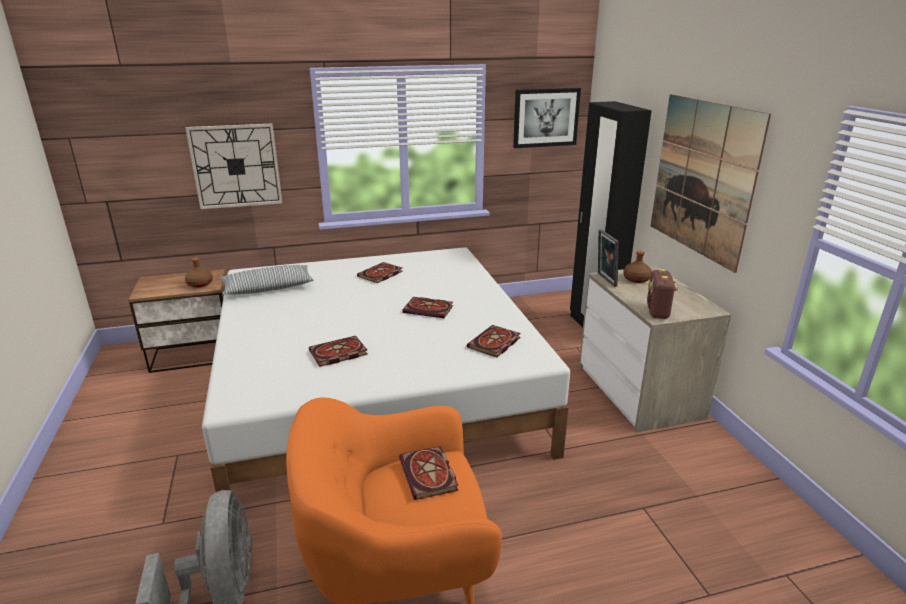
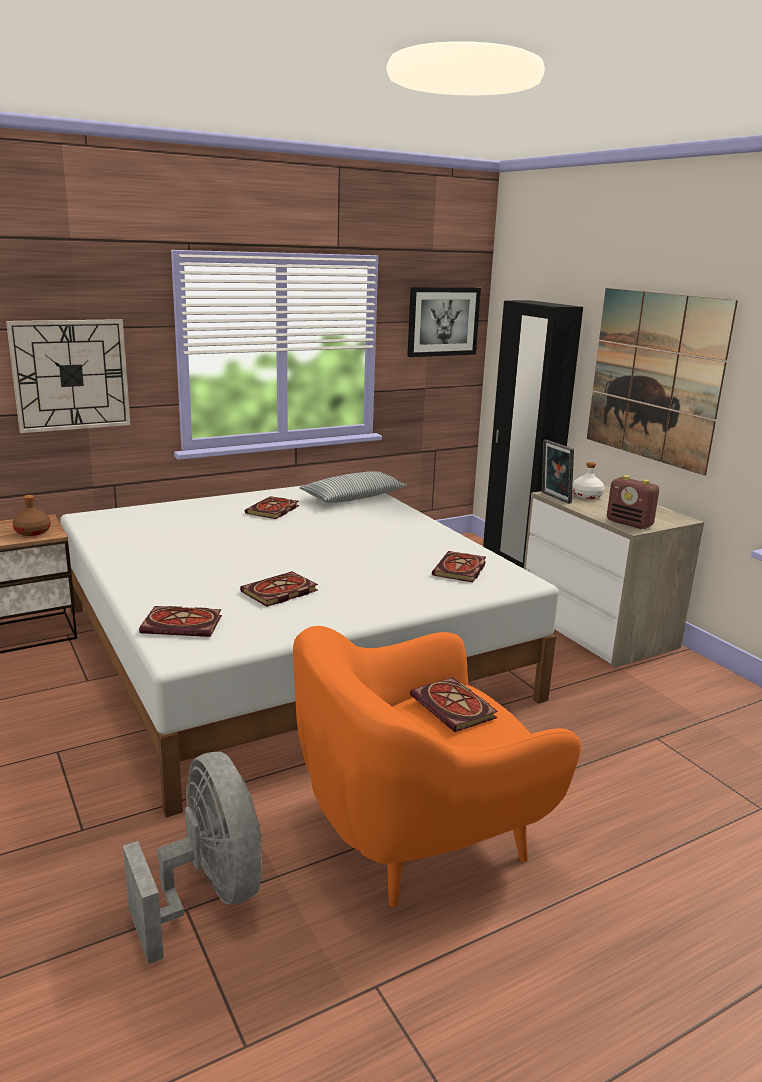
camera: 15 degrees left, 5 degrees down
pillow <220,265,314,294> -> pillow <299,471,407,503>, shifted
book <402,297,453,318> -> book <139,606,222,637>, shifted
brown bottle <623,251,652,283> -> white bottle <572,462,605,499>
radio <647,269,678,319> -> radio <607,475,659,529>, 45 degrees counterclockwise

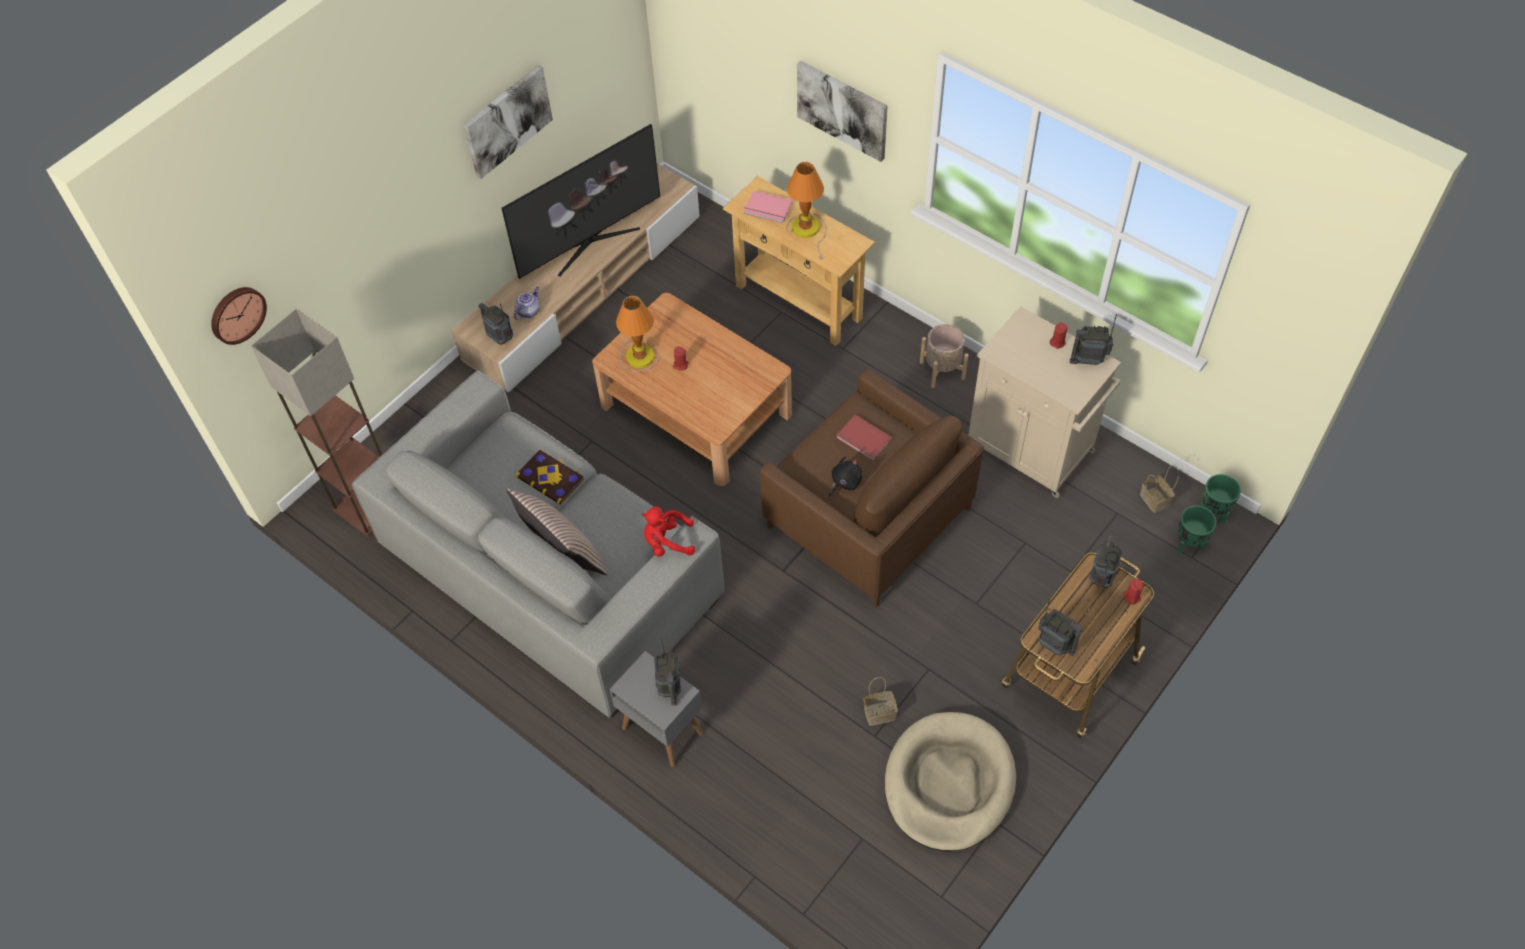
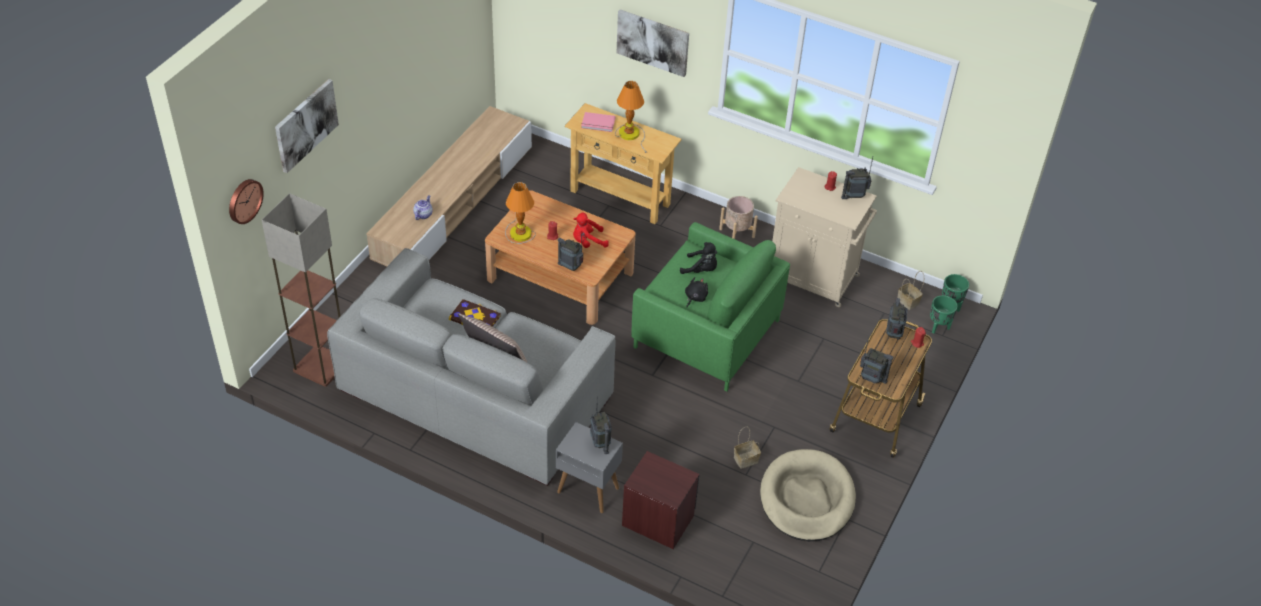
camera: 15 degrees left, 10 degrees down
picture <463,65,553,179> -> picture <275,79,339,173>, shifted
radio <479,303,513,345> -> radio <558,234,583,271>, shifted
television <502,124,660,279> -> none
red plush toy <641,506,695,557> -> red plush toy <573,213,609,248>, shifted
brown armchair <760,369,984,608> -> green armchair <631,222,790,392>
red book <836,415,892,461> -> black plush toy <680,242,717,274>
none -> brown nightstand <622,451,699,549>

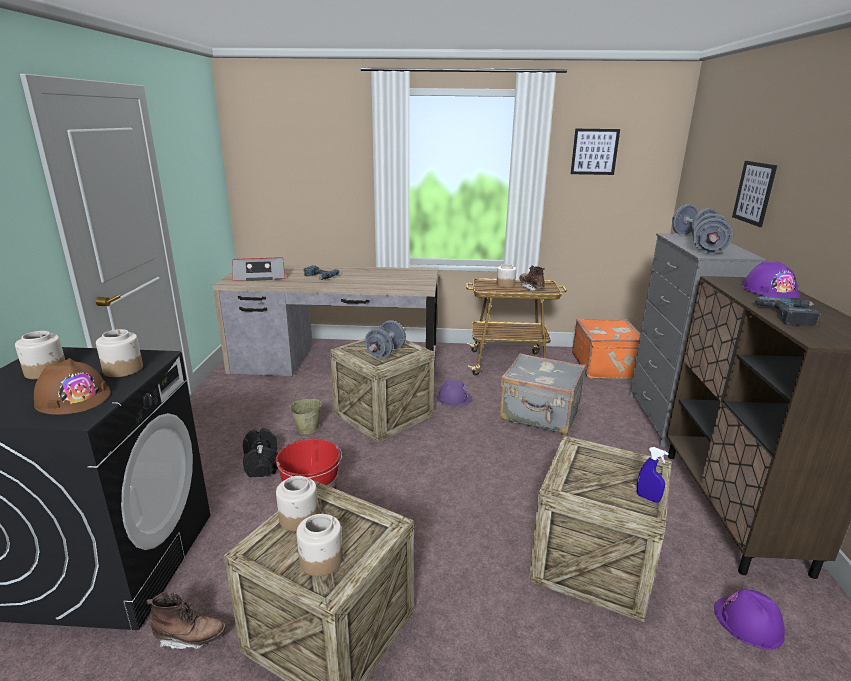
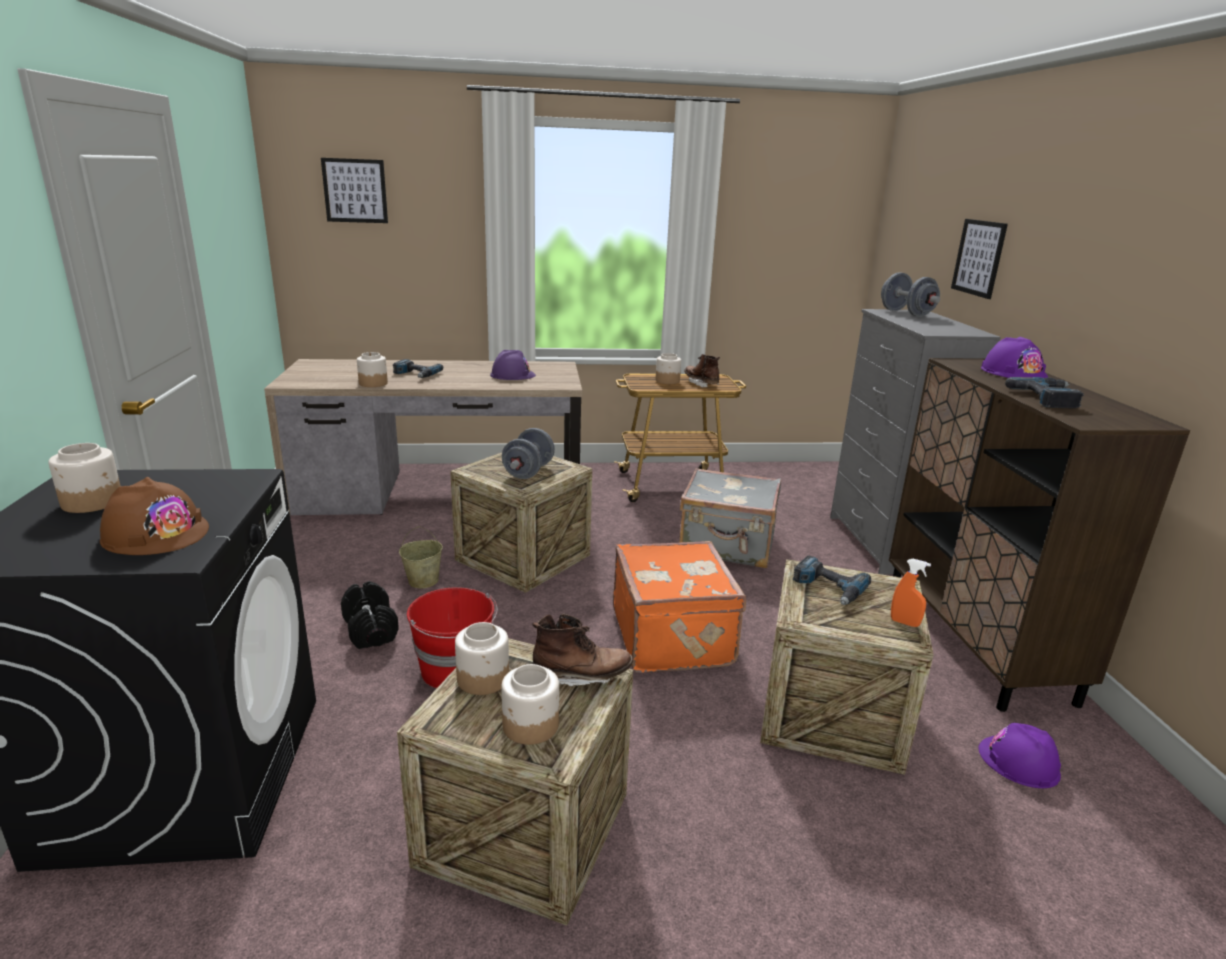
camera: 10 degrees left, 0 degrees up
jar <96,329,143,377> -> jar <357,352,388,387>, shifted
brown boot <147,591,226,650> -> brown boot <532,614,633,686>, shifted
radio <233,257,285,281> -> none
purple hard hat <437,380,473,406> -> purple hard hat <490,350,536,380>, shifted
picture <570,129,620,175> -> picture <321,158,388,223>, shifted
orange suitcase <572,319,640,379> -> orange suitcase <613,541,746,673>, shifted
blue spray bottle <637,447,669,503> -> orange spray bottle <891,559,931,627>
grey dumbbell <693,214,733,254> -> none
none -> power drill <793,556,871,605>

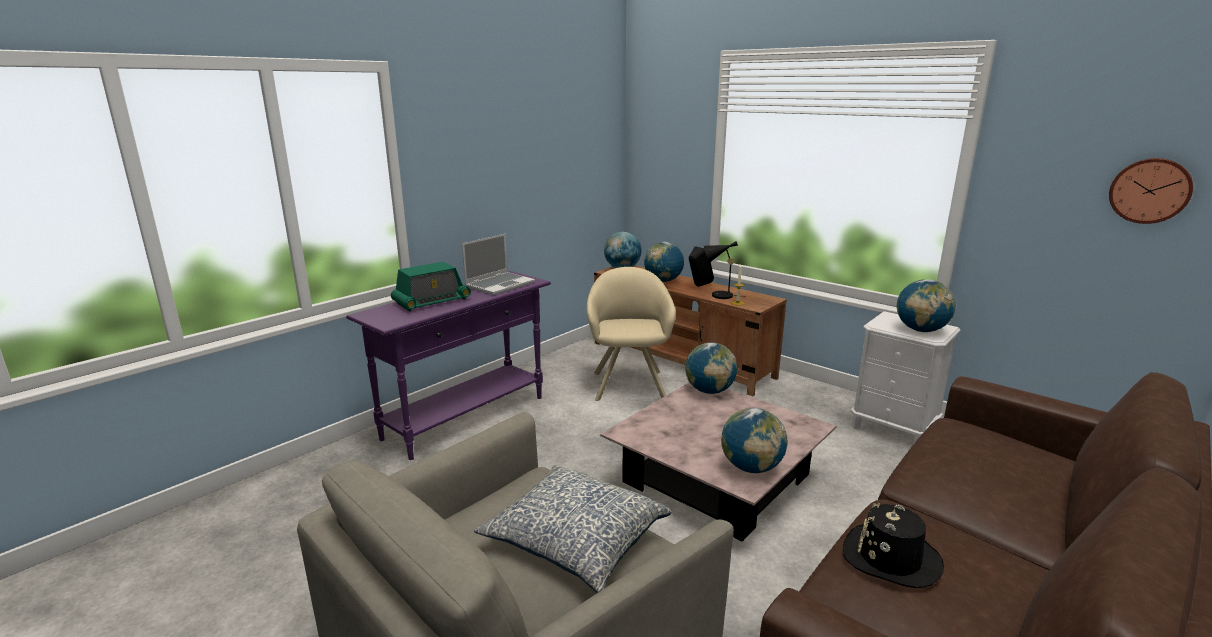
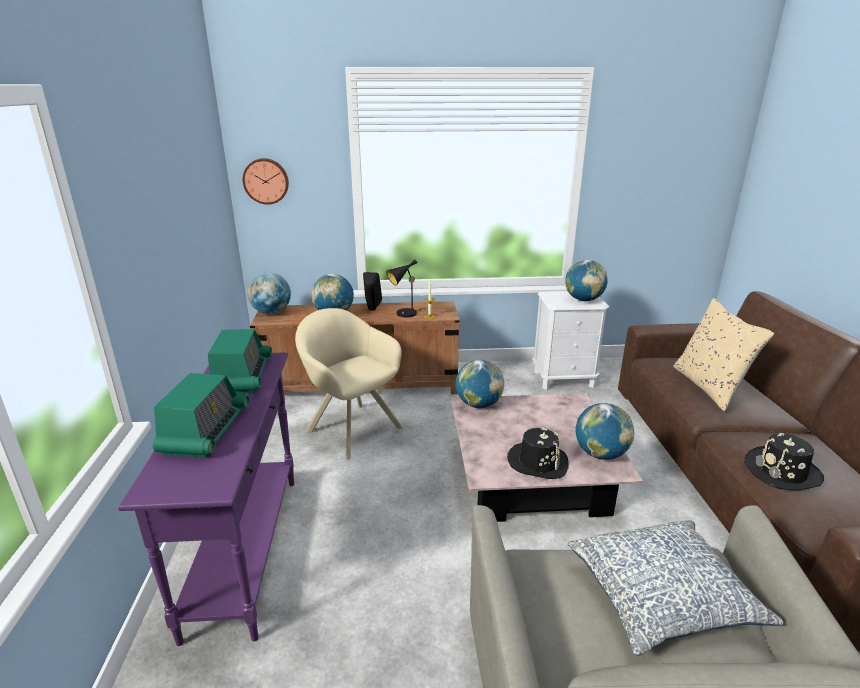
camera: 45 degrees left, 5 degrees up
laptop <462,234,535,295> -> radio <208,329,272,394>
wall clock <1109,158,1193,224> -> wall clock <243,158,289,205>, shifted
none -> black hat <507,427,569,479>
none -> beige pillow <673,298,774,411>

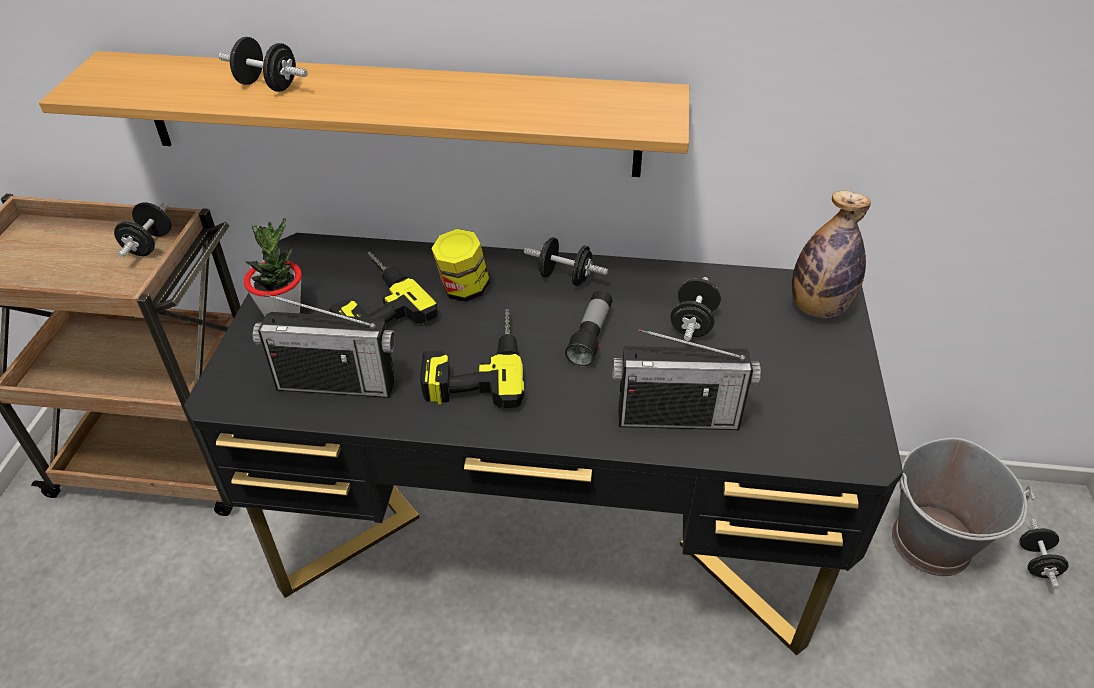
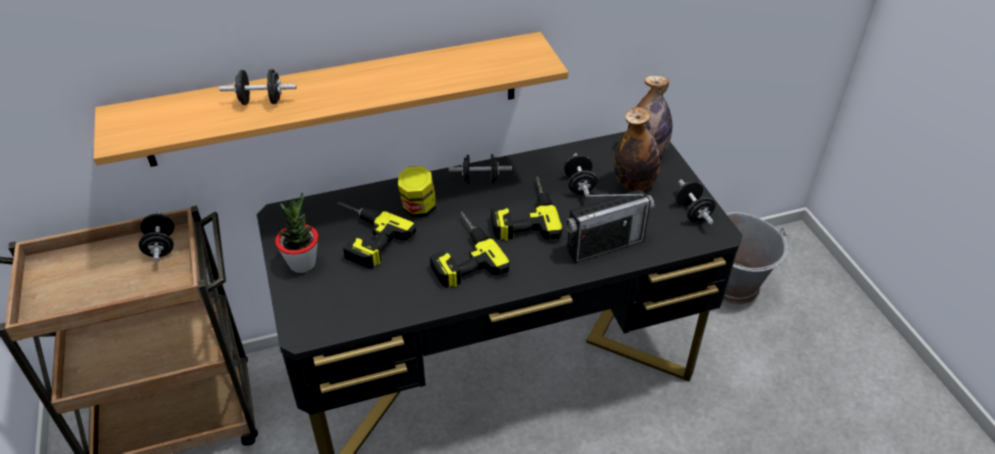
camera: 25 degrees left, 0 degrees up
radio <253,294,395,398> -> none
flashlight <565,291,612,367> -> power drill <491,176,563,241>
black dumbbell <1019,519,1069,589> -> black dumbbell <675,180,715,224>, shifted
none -> bottle <614,107,660,191>

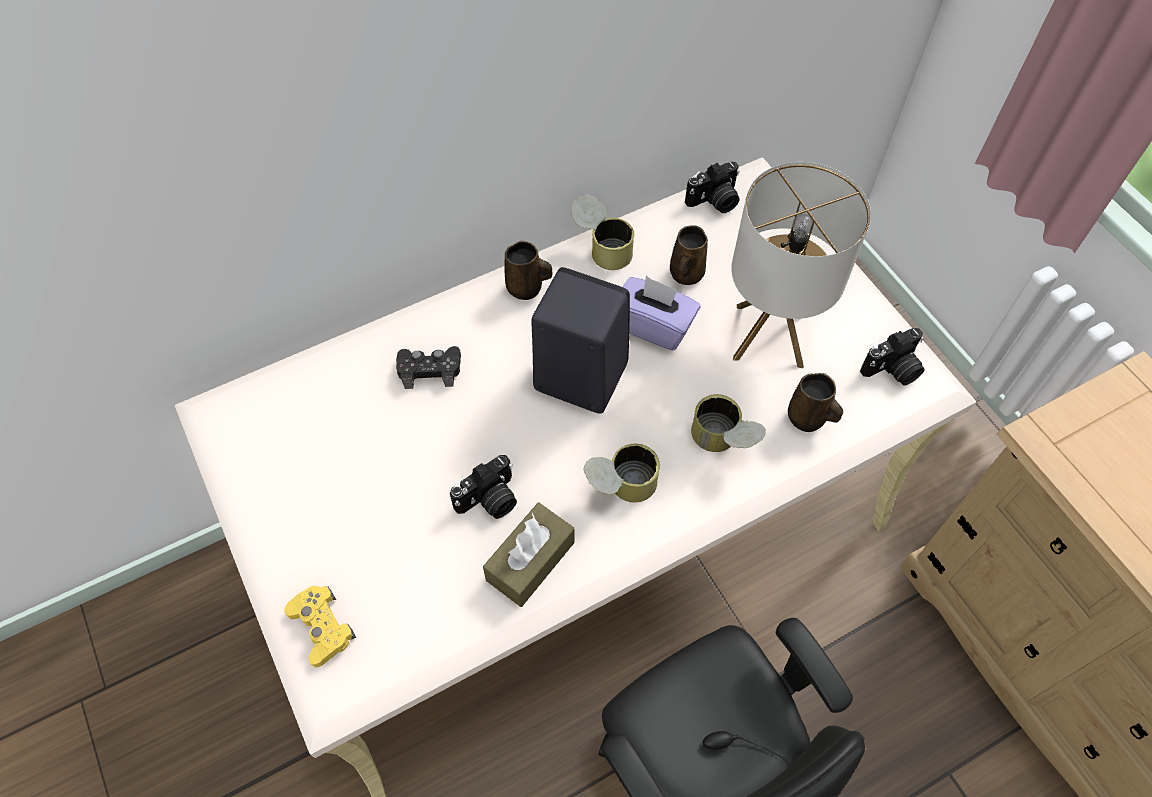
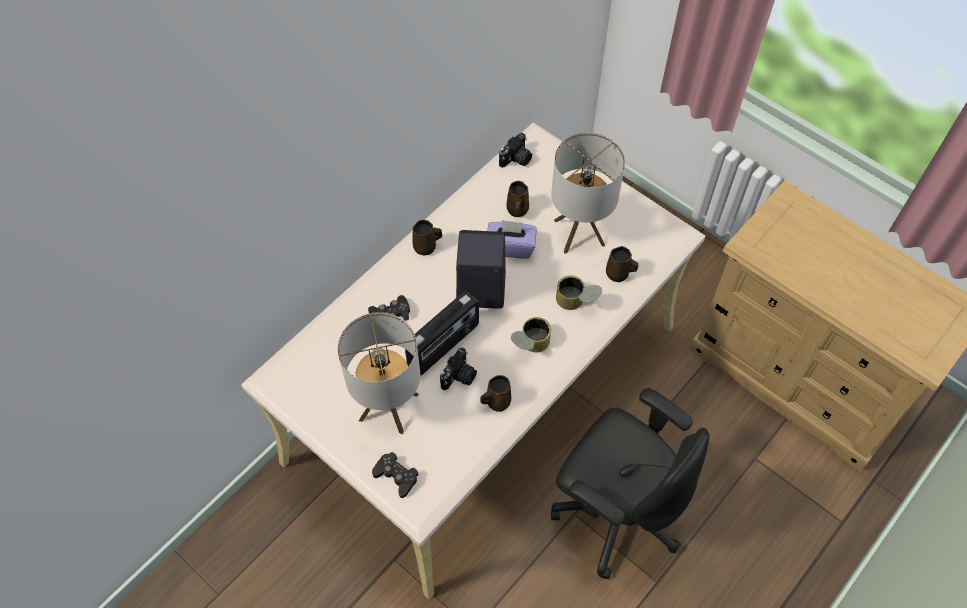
camera: 20 degrees left, 0 degrees up
yellow game controller <284,586,356,668> -> black game controller <372,452,419,498>
brown tissue box <483,503,574,607> -> brown mug <480,375,511,412>
can <571,195,634,270> -> none
photo camera <860,328,925,386> -> none
none -> table lamp <338,312,420,434>
none -> radio <405,291,479,376>

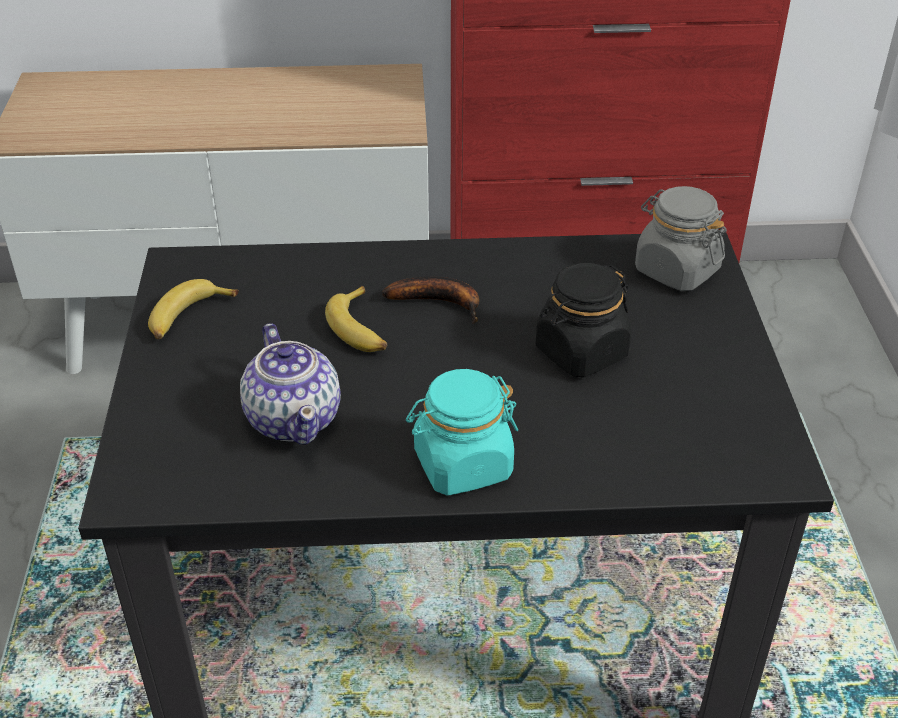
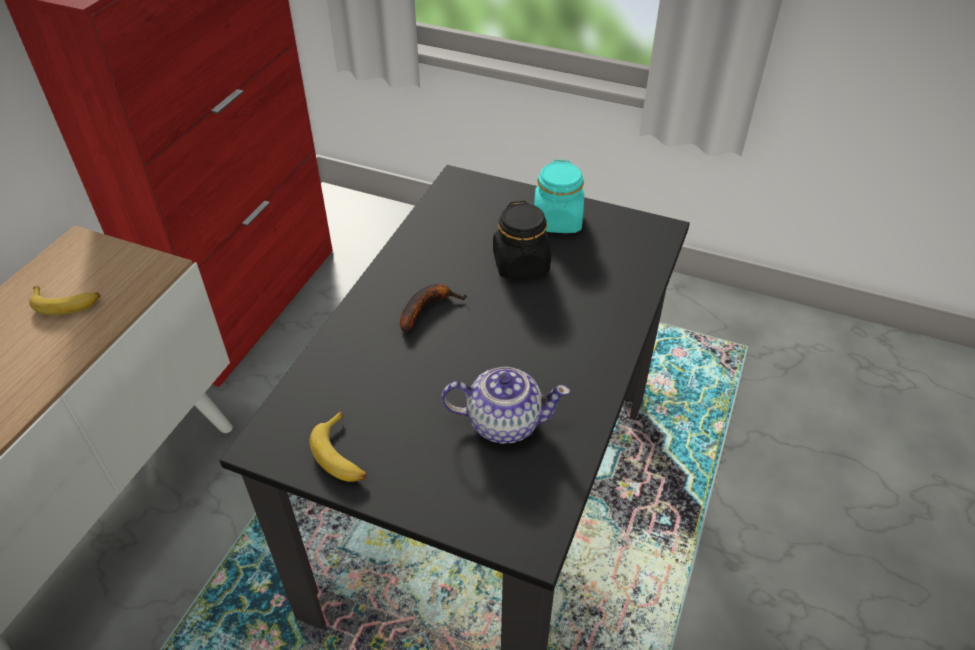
camera: 65 degrees left, 5 degrees up
banana <325,286,387,352> -> banana <29,286,100,315>, shifted
turquoise jar <406,369,518,495> -> turquoise jar <534,160,584,233>, shifted
grey jar <635,186,727,291> -> none

